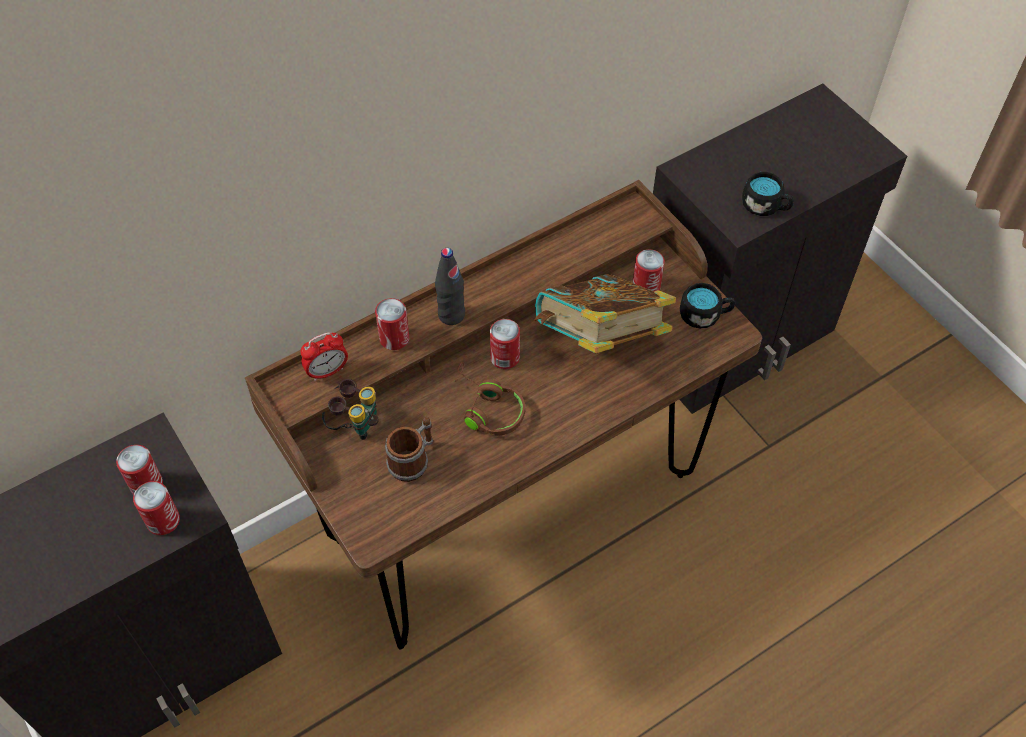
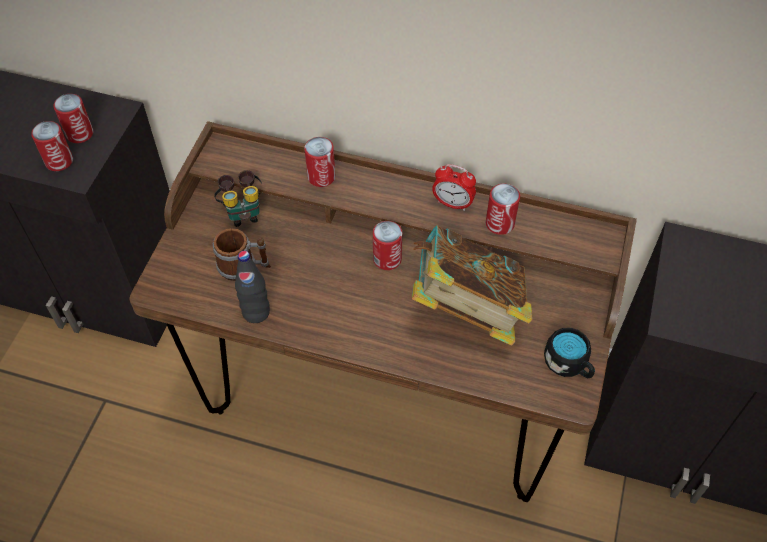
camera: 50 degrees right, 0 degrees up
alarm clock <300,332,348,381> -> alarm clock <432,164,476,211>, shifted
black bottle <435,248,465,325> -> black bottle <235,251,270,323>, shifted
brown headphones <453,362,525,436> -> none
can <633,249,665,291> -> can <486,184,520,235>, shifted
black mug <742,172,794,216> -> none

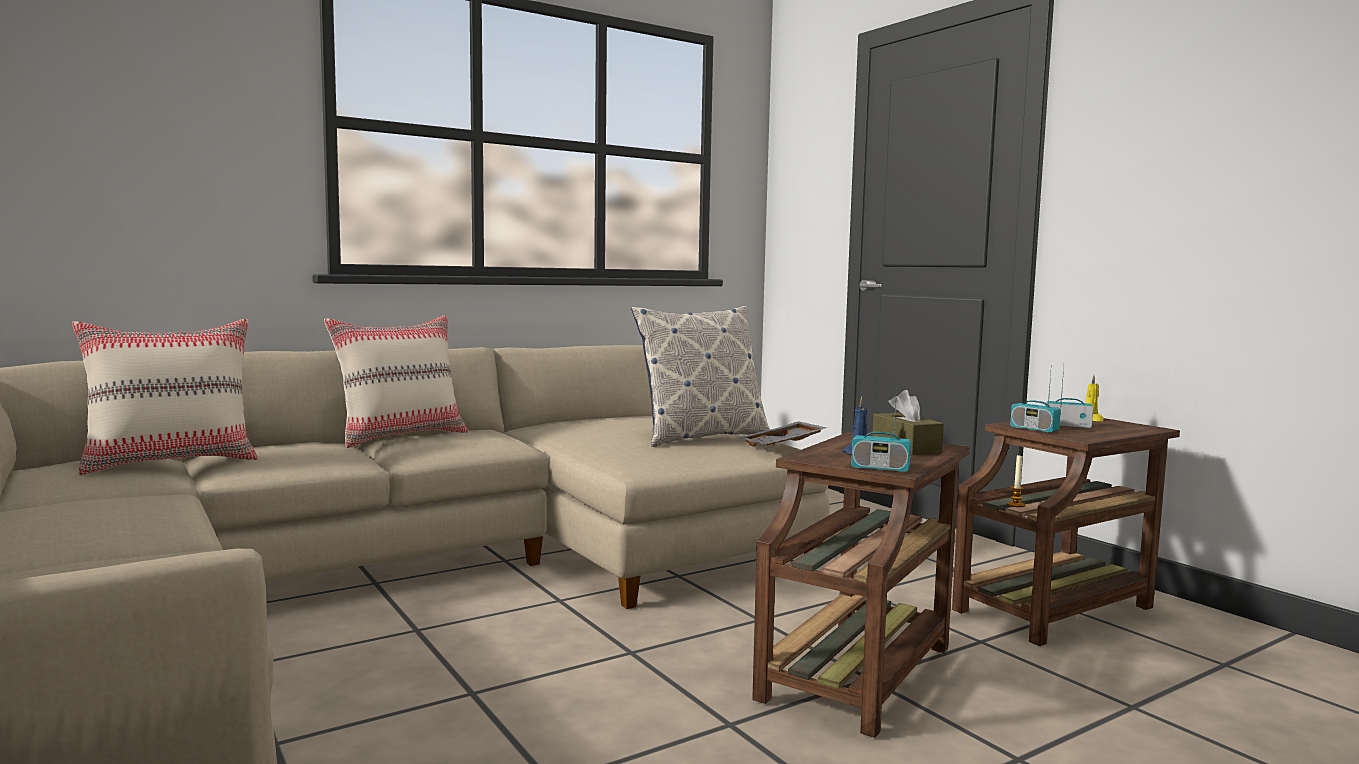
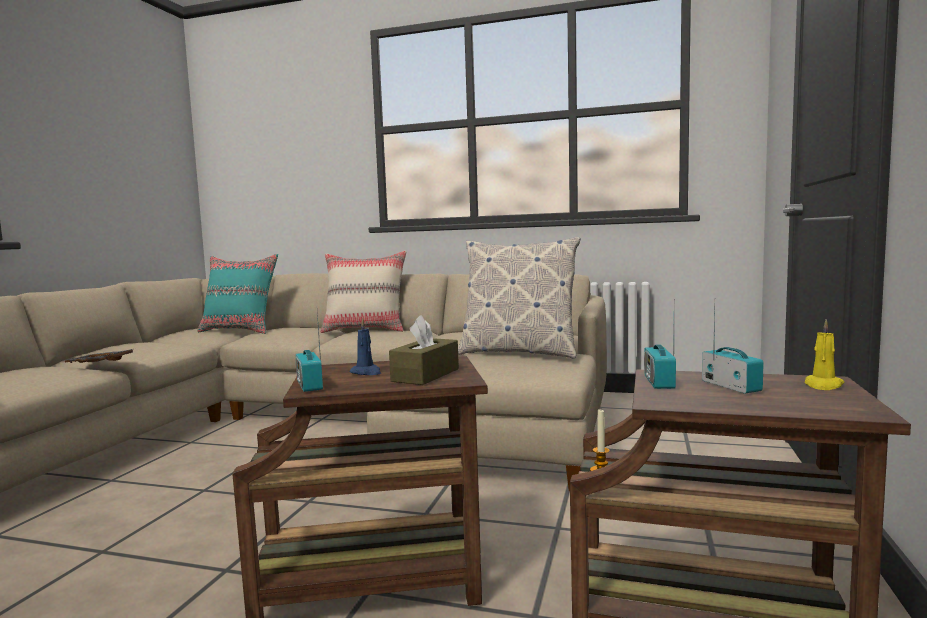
camera: 50 degrees right, 0 degrees up
beige pillow <72,319,258,476> -> turquoise pillow <197,254,278,334>
grey tray <739,421,827,447> -> grey tray <61,348,136,363>, shifted

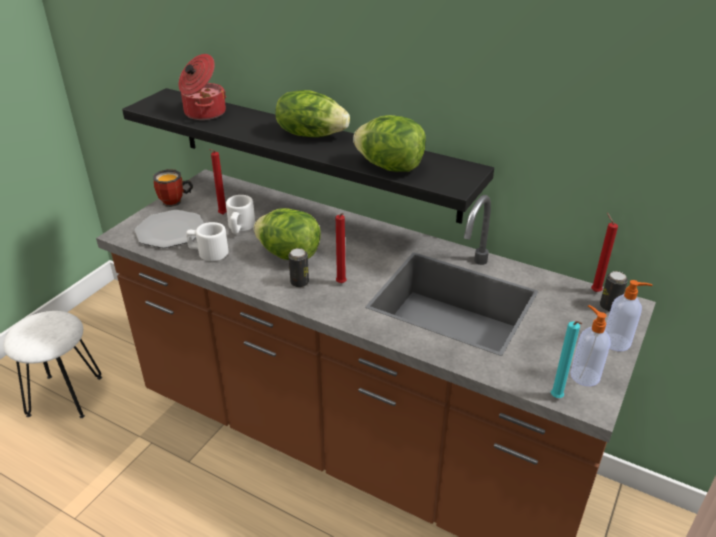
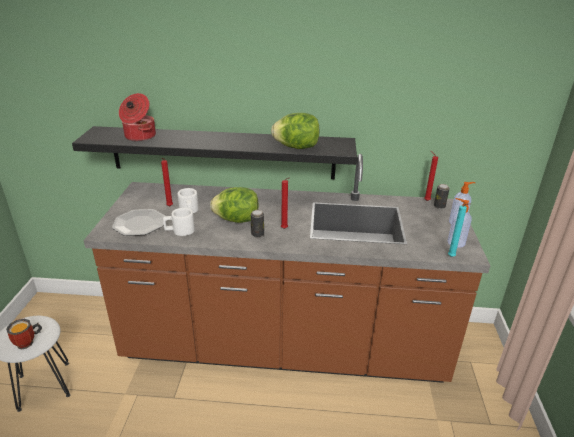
camera: 25 degrees left, 5 degrees down
mug <153,169,193,207> -> mug <6,319,42,349>, shifted
lettuce <275,90,350,137> -> none

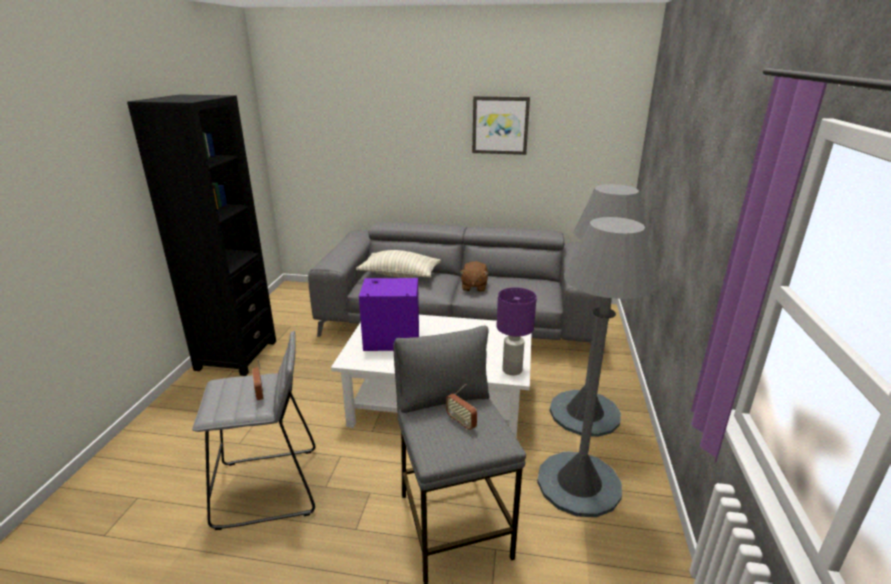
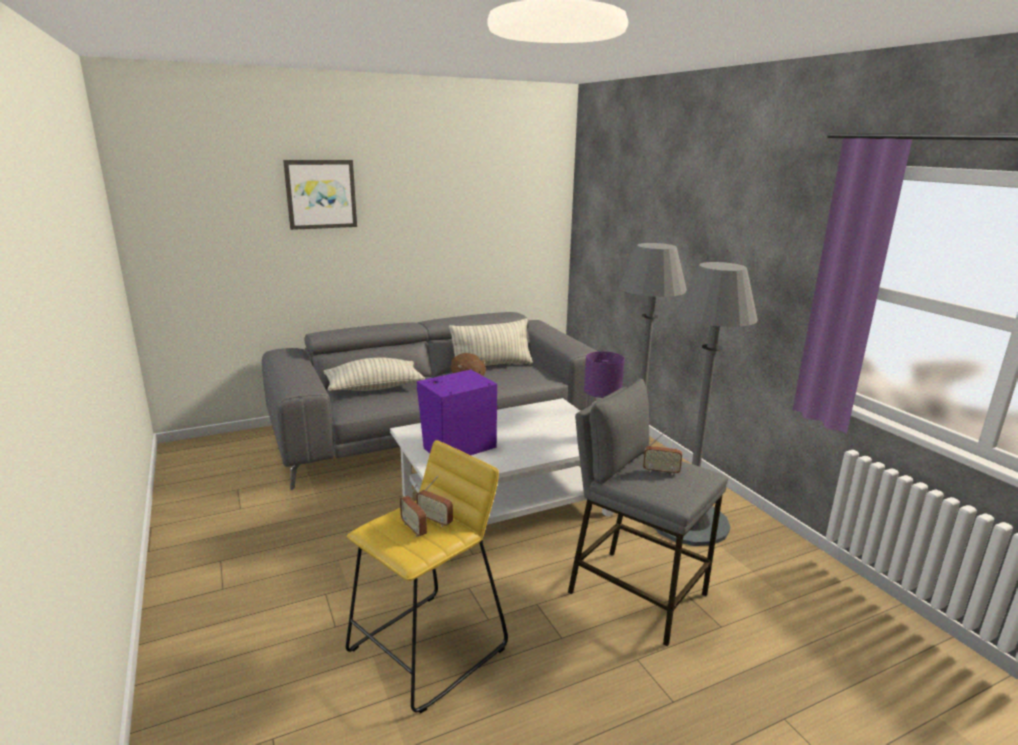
camera: 35 degrees left, 5 degrees down
black bookcase <127,95,276,376> -> none
grey stool <192,331,315,530> -> yellow stool <346,440,508,713>
picture <472,96,530,155> -> picture <283,160,357,230>, shifted
none -> radio <400,484,427,537>
none -> pillow <449,318,533,366>

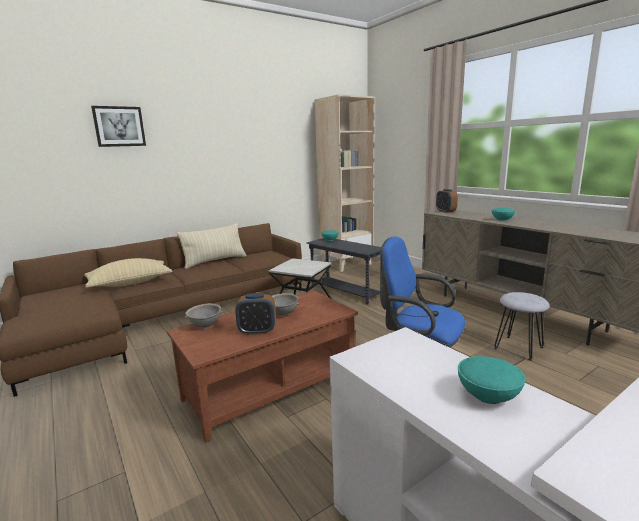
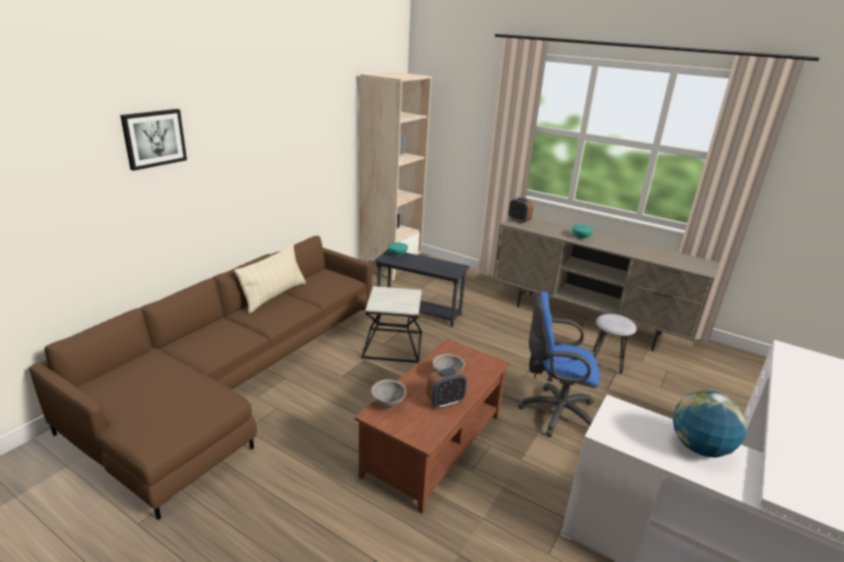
camera: 25 degrees left, 10 degrees up
beige pillow <84,258,173,288> -> none
turquoise bowl <458,356,525,404> -> globe <673,390,747,458>

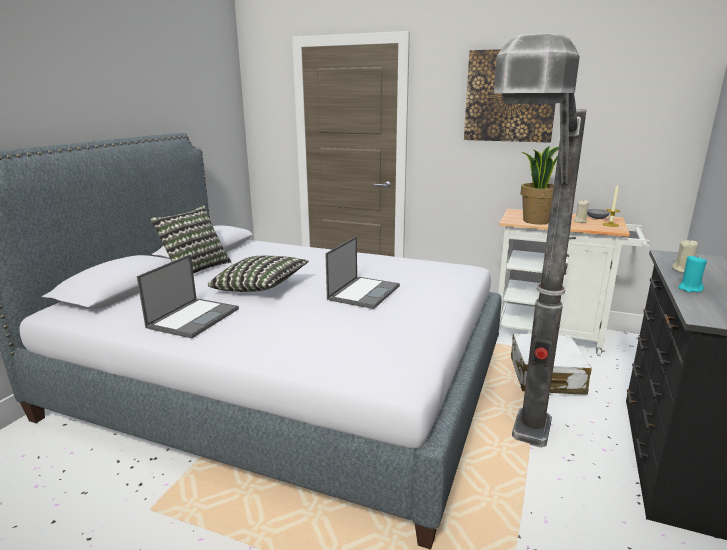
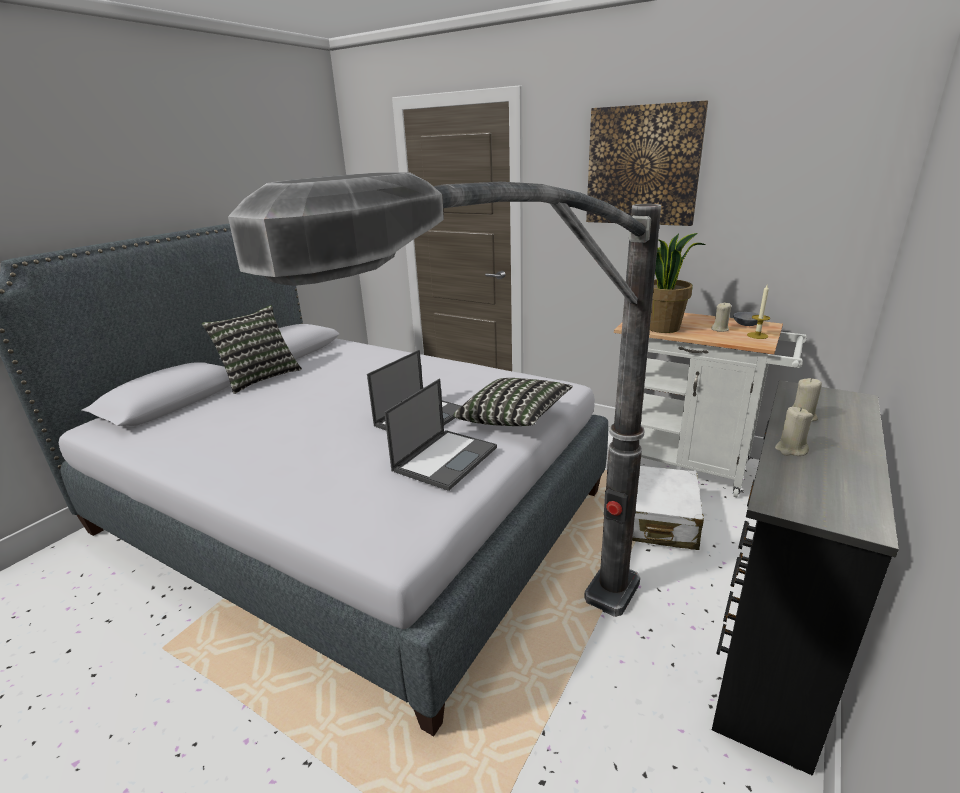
camera: 10 degrees right, 5 degrees up
laptop <137,254,239,338> -> laptop <384,379,497,491>, shifted
pillow <208,256,309,292> -> pillow <454,378,573,426>, shifted
turquoise candle <678,256,707,292> -> beige candle <775,407,813,456>

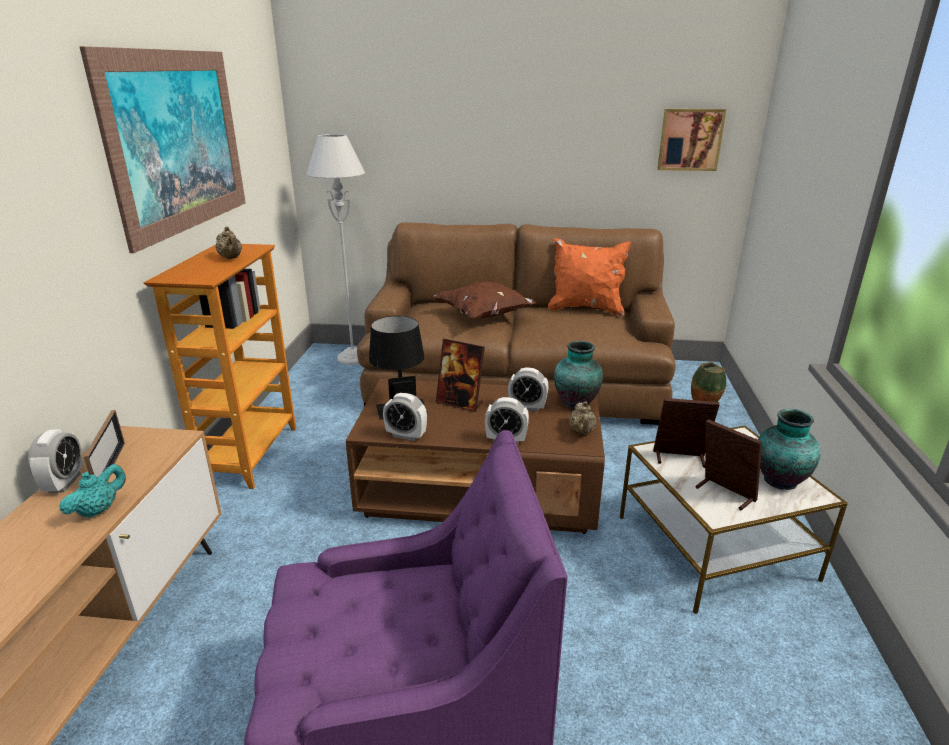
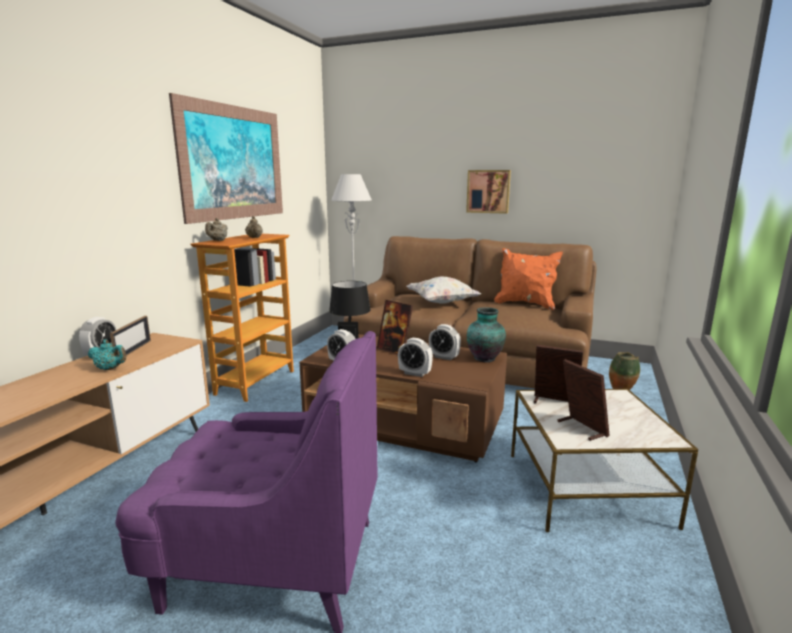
camera: 15 degrees right, 10 degrees down
turquoise teapot <59,464,126,518> -> turquoise teapot <88,339,127,370>, 60 degrees clockwise
brown pillow <433,282,536,319> -> white pillow <406,276,481,303>
beige teapot <569,401,596,434> -> beige teapot <205,218,228,241>, shifted
picture <657,109,726,171> -> picture <466,170,511,214>, shifted
vase <758,409,821,490> -> none

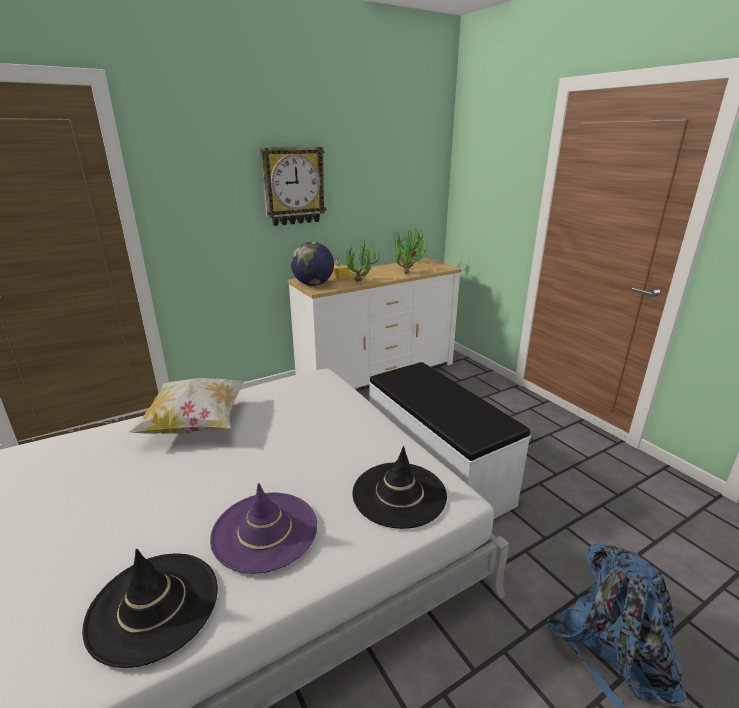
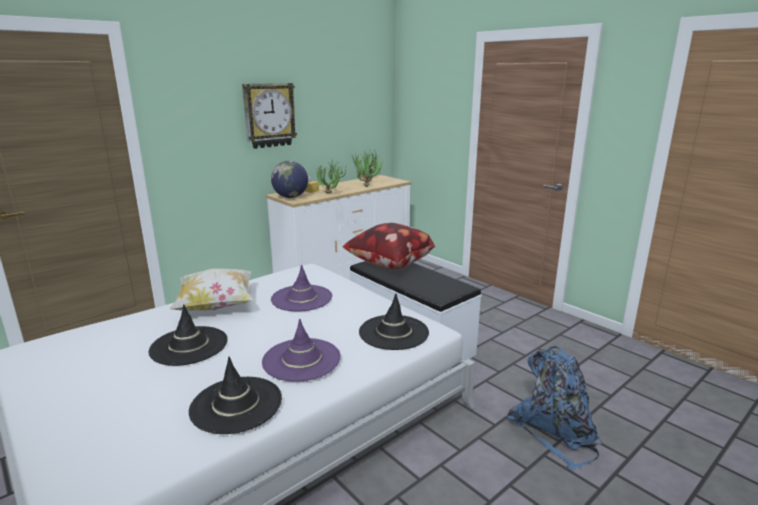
camera: 10 degrees left, 5 degrees down
none -> black hat <149,304,227,366>
none -> purple hat <271,264,332,312>
none -> pillow <342,223,436,269>

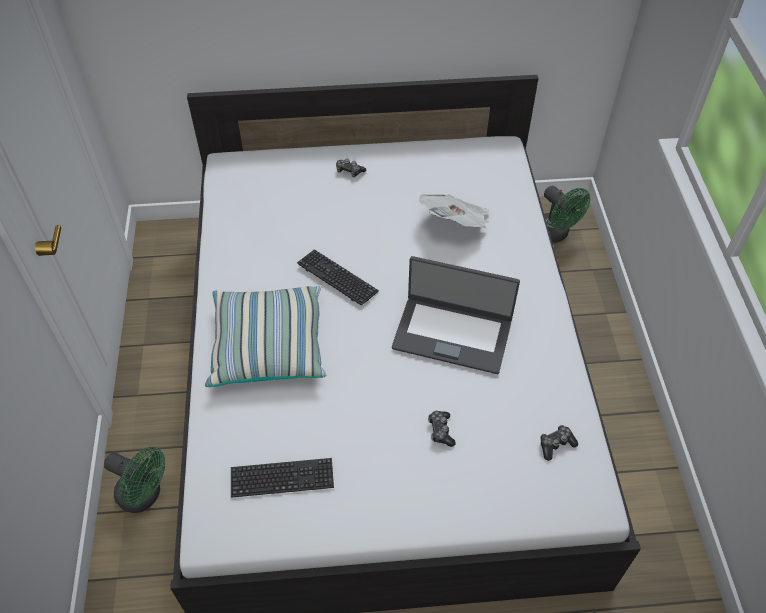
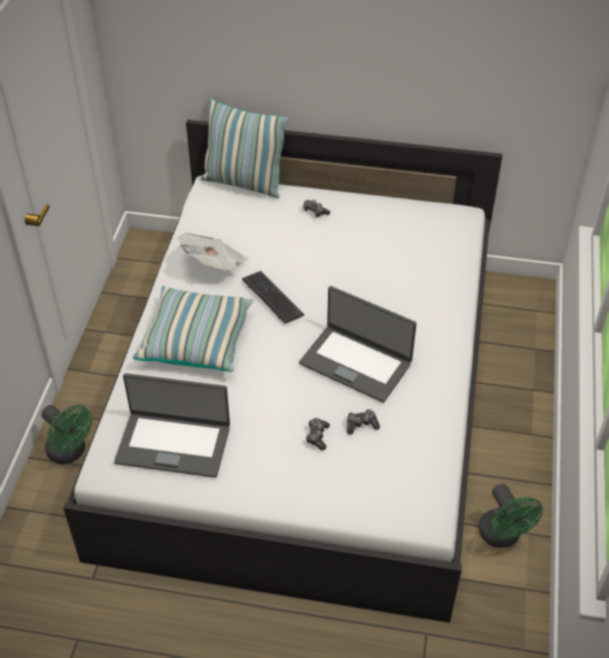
camera: 15 degrees right, 5 degrees down
keyboard <231,458,334,498> -> laptop <114,373,230,478>
newspaper <419,194,489,228> -> newspaper <178,233,248,271>, shifted
game controller <541,425,578,461> -> game controller <347,409,380,435>, shifted
green fan <544,186,590,243> -> green fan <478,484,543,548>, shifted
none -> pillow <201,98,289,198>

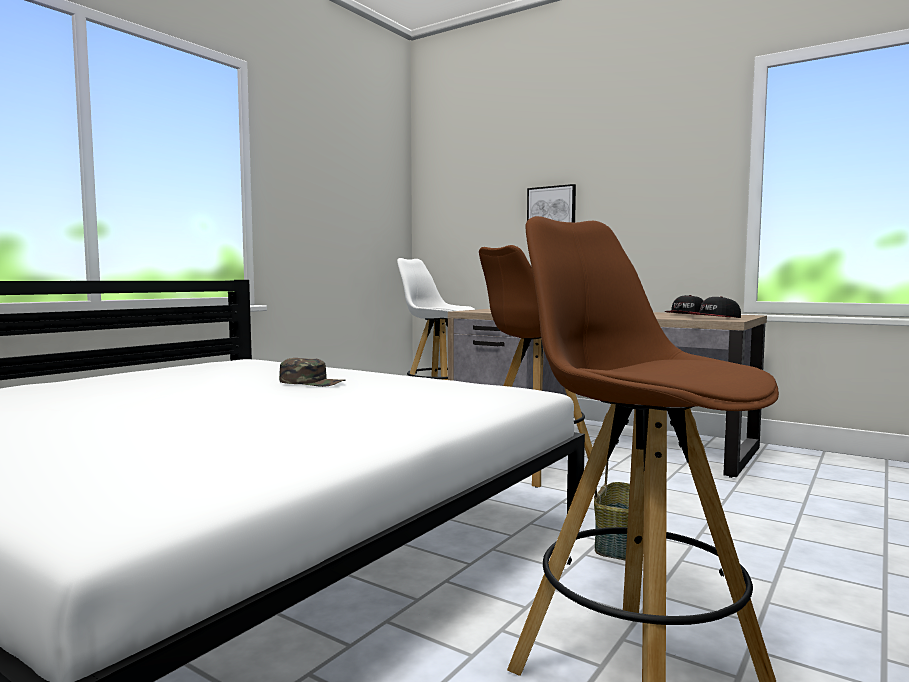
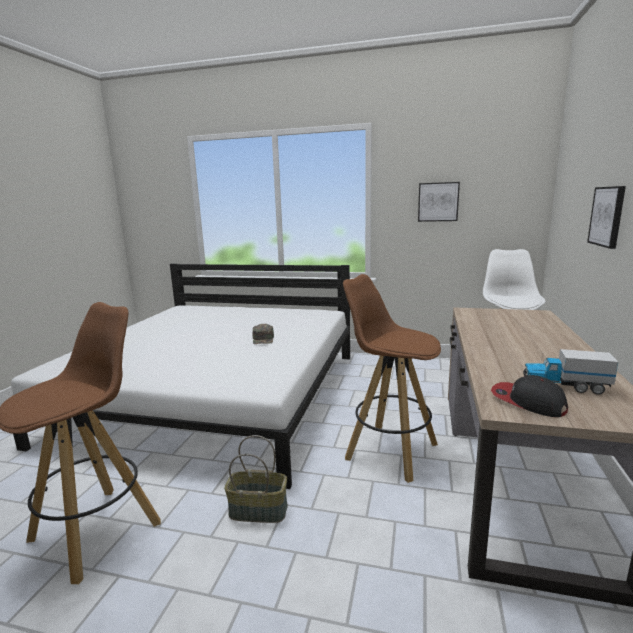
camera: 70 degrees right, 10 degrees up
cap <664,295,704,314> -> toy truck <523,349,618,395>
none -> picture <418,182,460,222>

